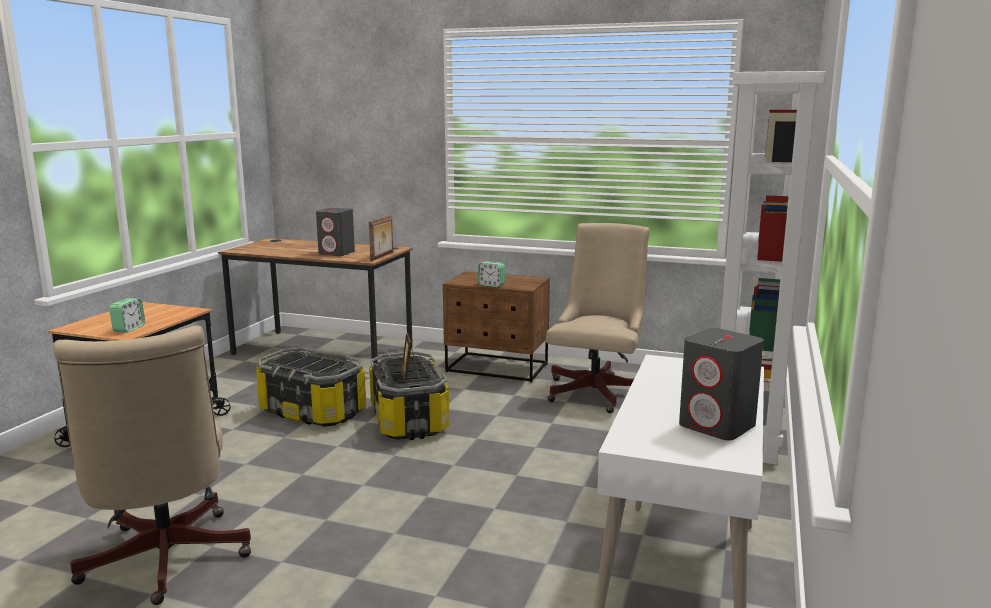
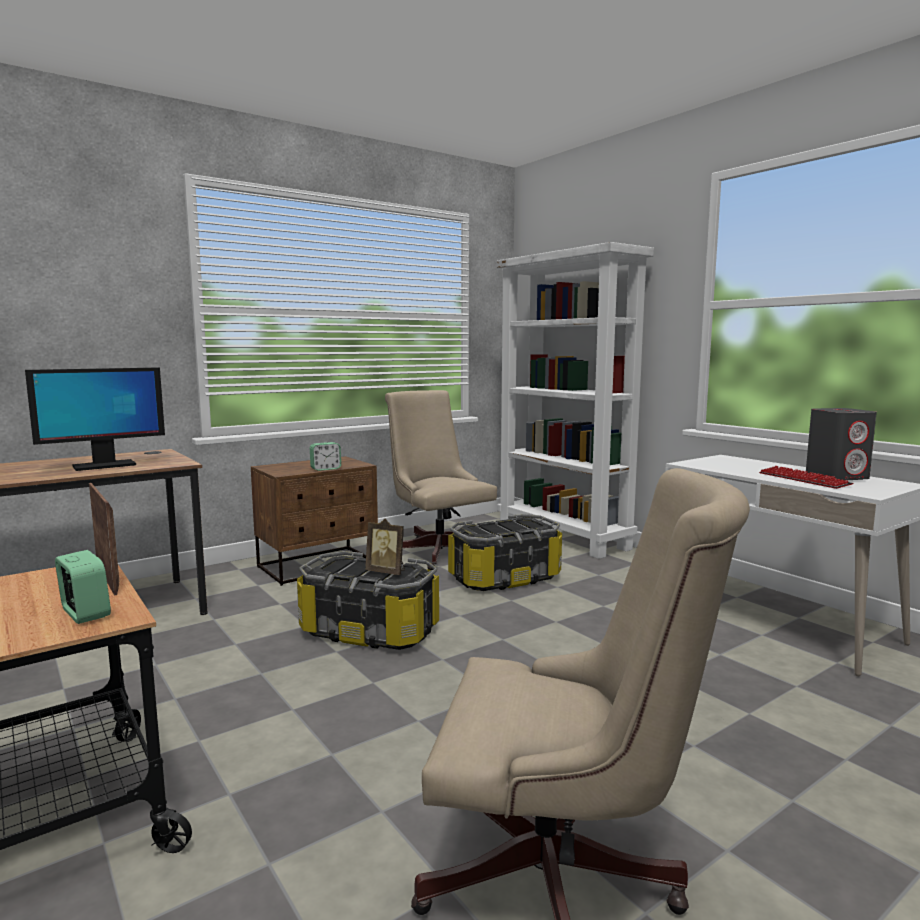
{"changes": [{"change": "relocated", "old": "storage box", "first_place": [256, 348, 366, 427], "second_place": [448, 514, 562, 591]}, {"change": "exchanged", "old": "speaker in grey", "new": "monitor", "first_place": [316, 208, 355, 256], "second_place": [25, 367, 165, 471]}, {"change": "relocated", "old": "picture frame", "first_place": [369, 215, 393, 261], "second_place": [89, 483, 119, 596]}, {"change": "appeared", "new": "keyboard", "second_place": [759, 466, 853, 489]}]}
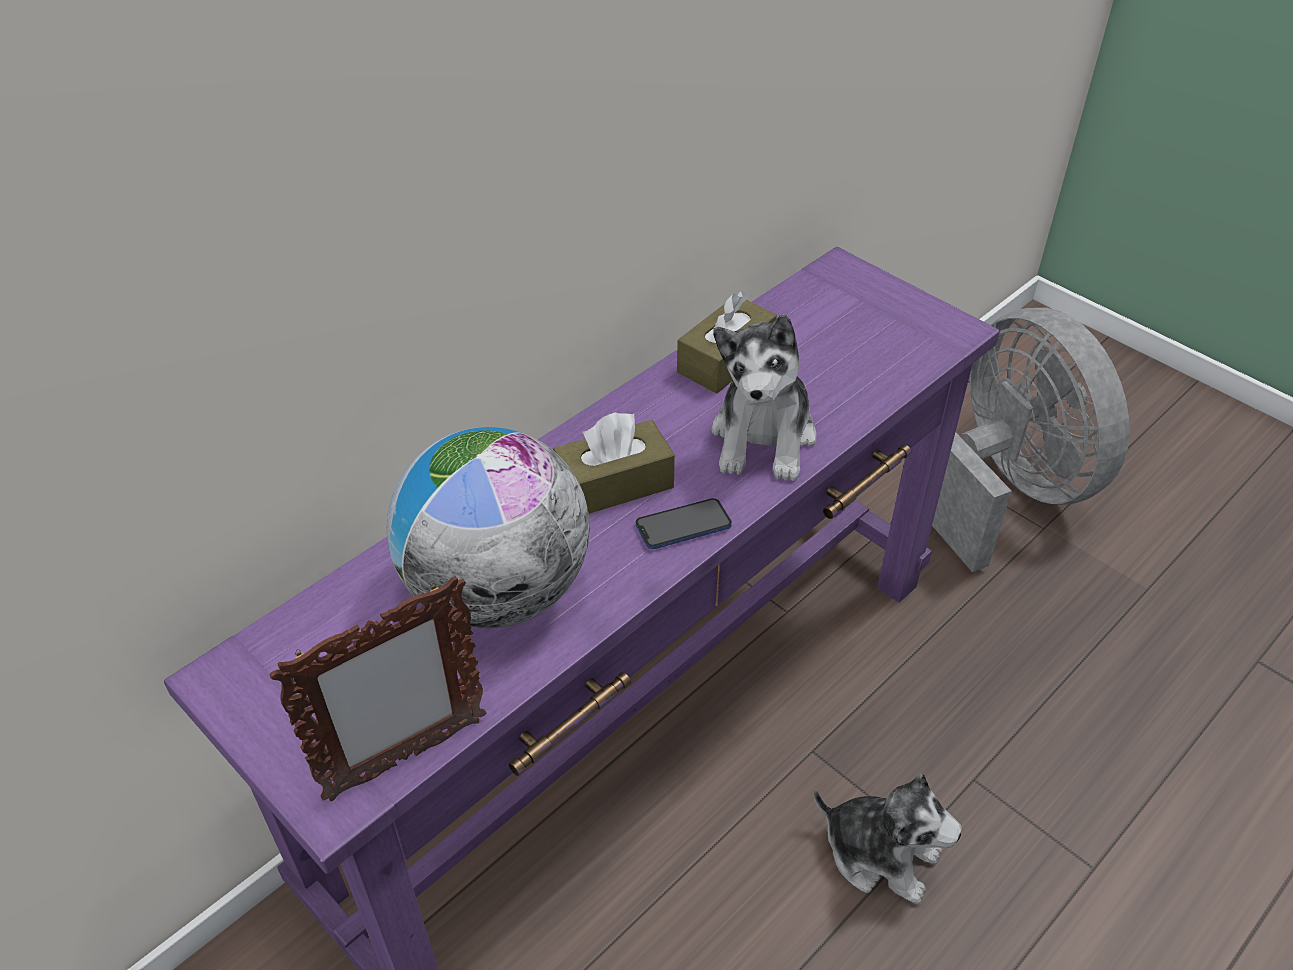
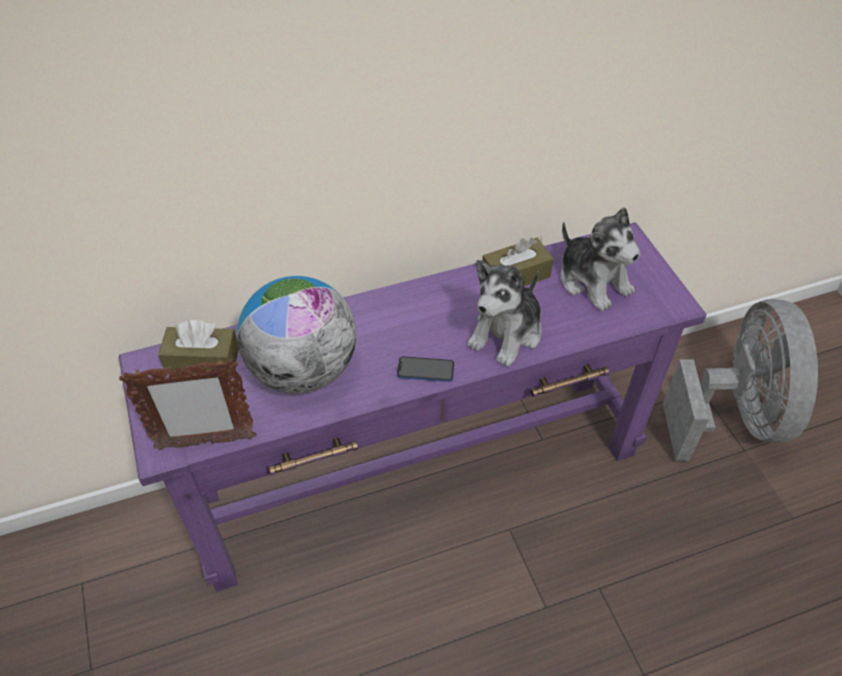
{"changes": [{"change": "relocated", "old": "tissue box in brown", "first_place": [553, 412, 675, 514], "second_place": [158, 320, 239, 375]}, {"change": "relocated", "old": "plush toy", "first_place": [814, 774, 962, 905], "second_place": [560, 207, 641, 311]}]}
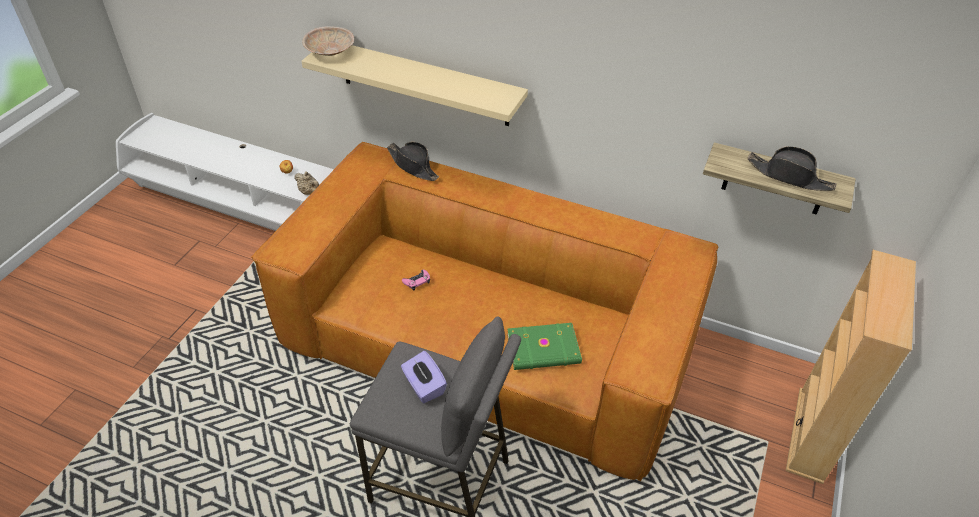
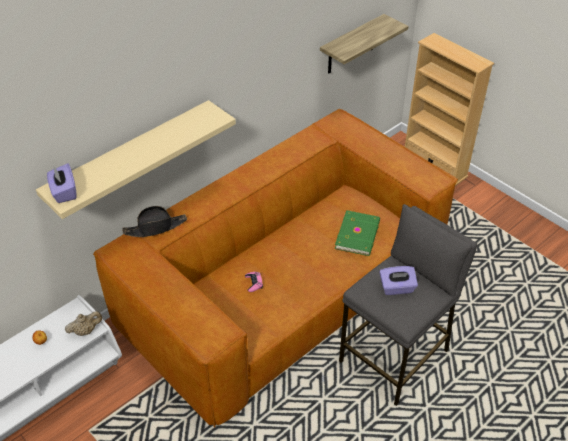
{"changes": [{"change": "exchanged", "old": "bowl in beige", "new": "tissue box in purple", "first_place": [303, 26, 354, 56], "second_place": [47, 163, 76, 203]}, {"change": "missing", "old": "hat in black", "first_place": [748, 146, 836, 191]}]}
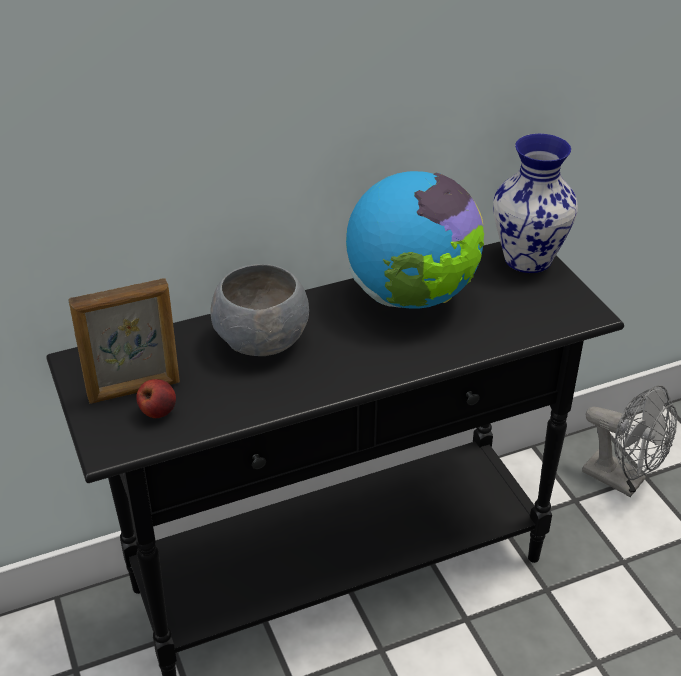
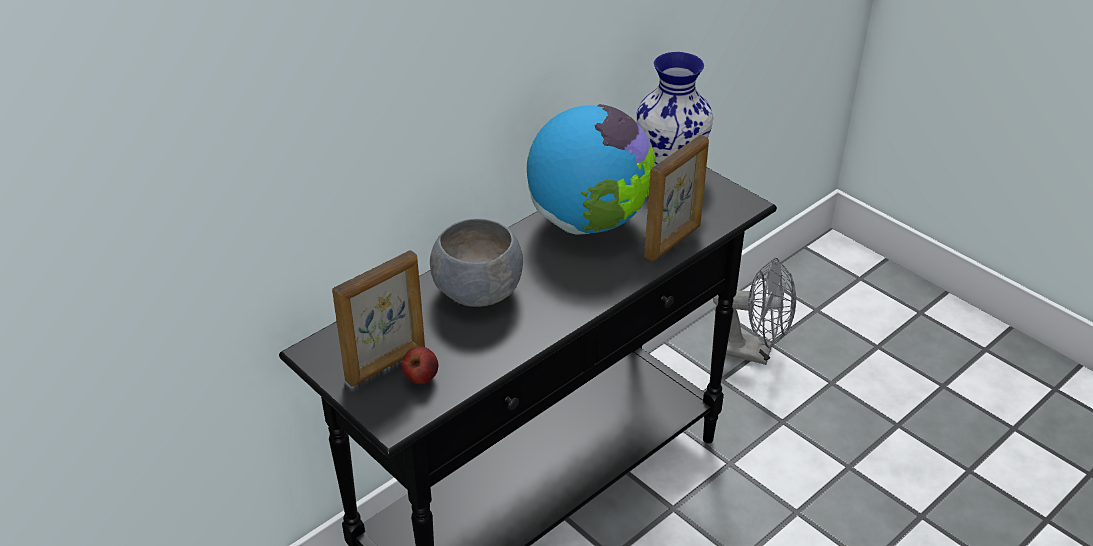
{"changes": [{"change": "appeared", "new": "picture frame", "second_place": [644, 135, 709, 262]}]}
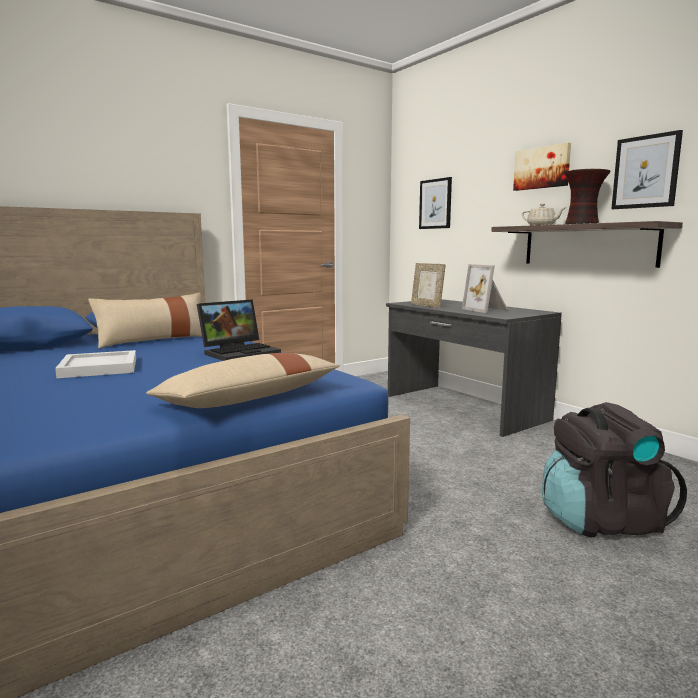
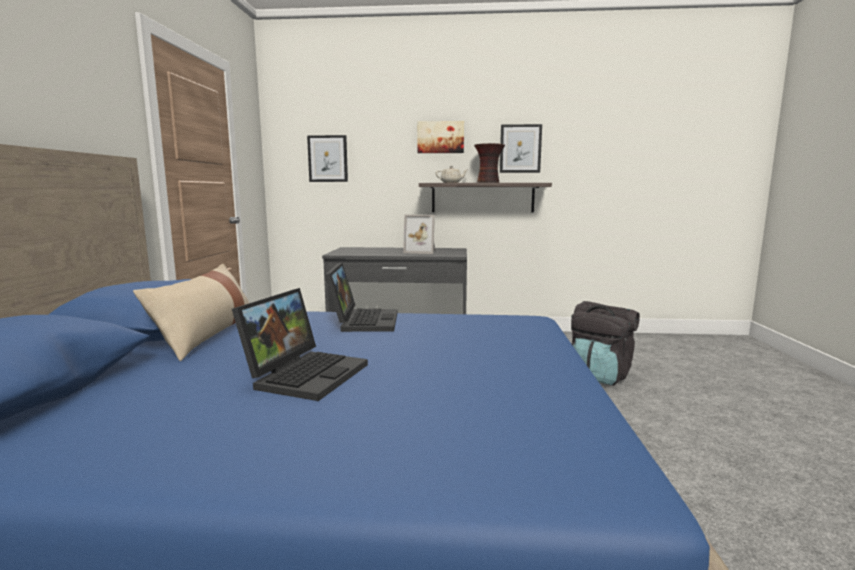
{"changes": [{"change": "exchanged", "old": "tray in white", "new": "laptop", "first_place": [55, 350, 136, 378], "second_place": [232, 288, 368, 401]}, {"change": "missing", "old": "pillow in beige", "first_place": [146, 353, 340, 408]}, {"change": "missing", "old": "picture frame", "first_place": [411, 263, 446, 308]}]}
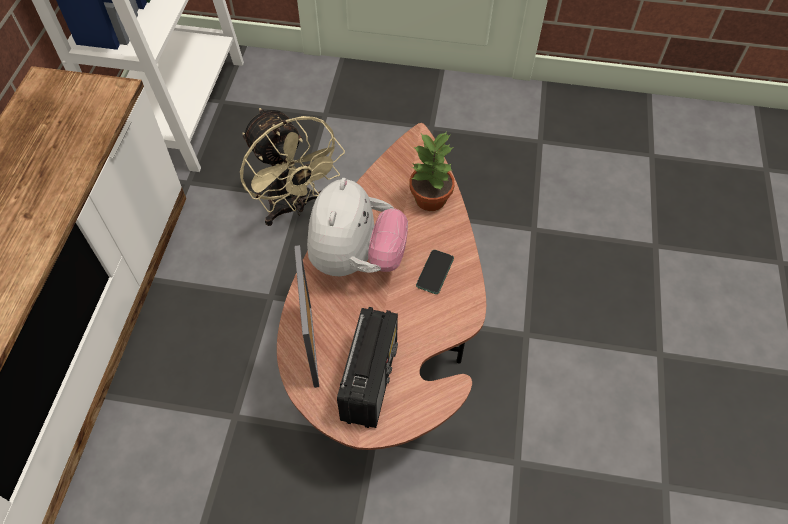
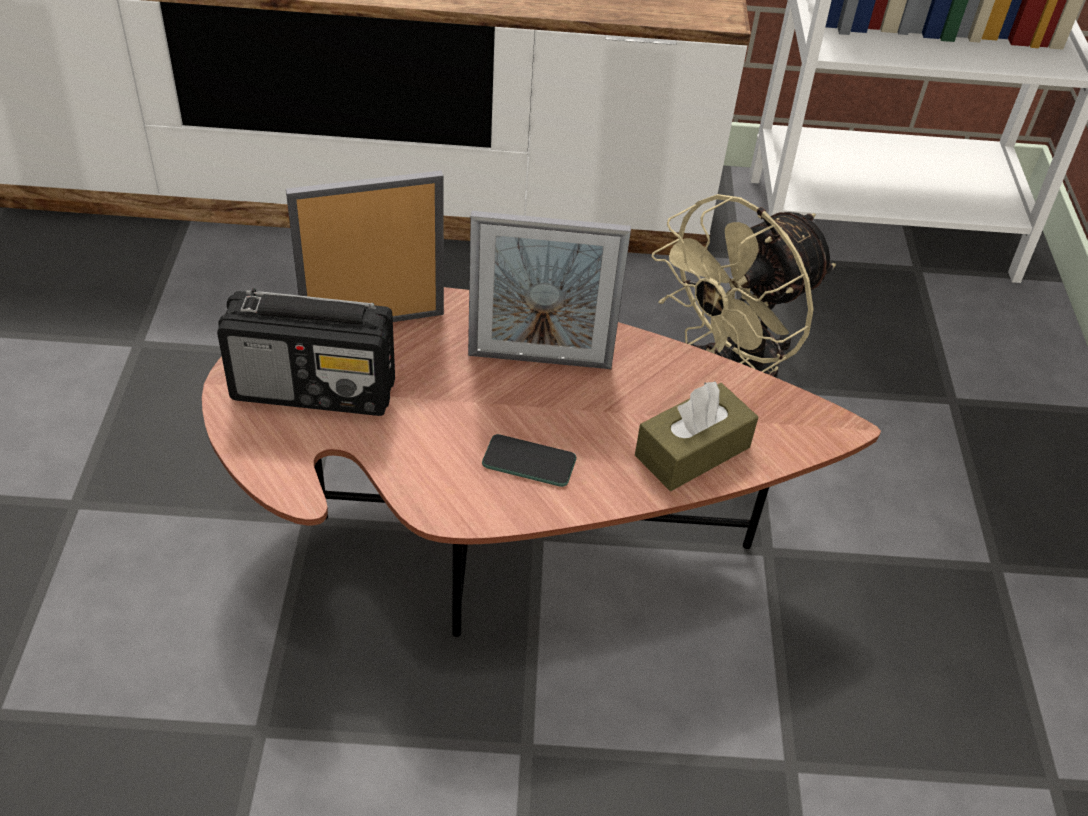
{"changes": [{"change": "exchanged", "old": "plush toy", "new": "picture frame", "first_place": [307, 178, 408, 276], "second_place": [468, 211, 631, 369]}, {"change": "exchanged", "old": "potted plant", "new": "tissue box in brown", "first_place": [409, 132, 455, 211], "second_place": [635, 381, 758, 491]}]}
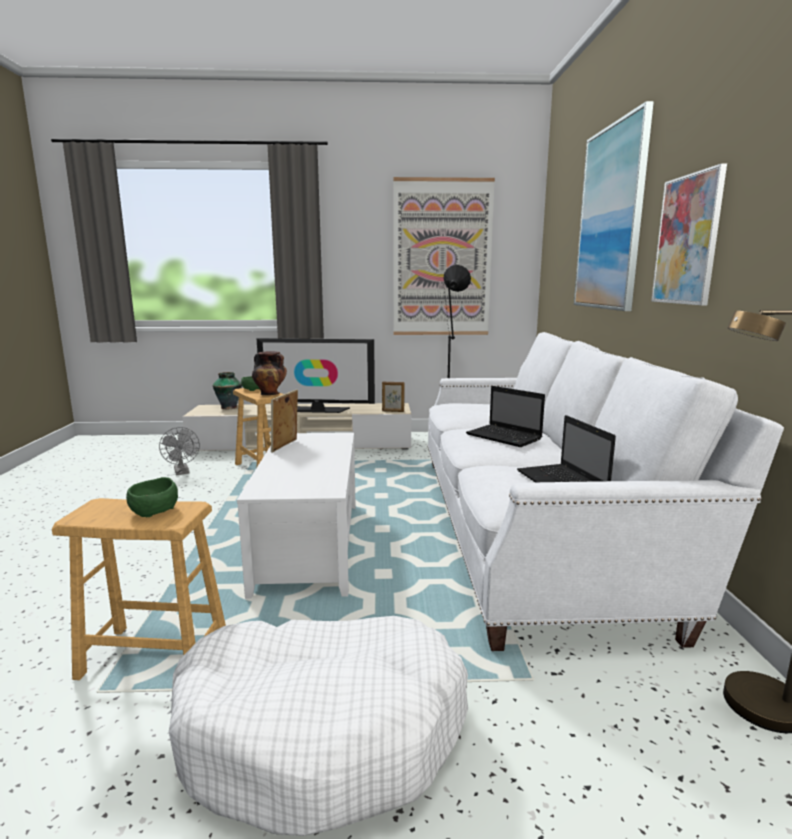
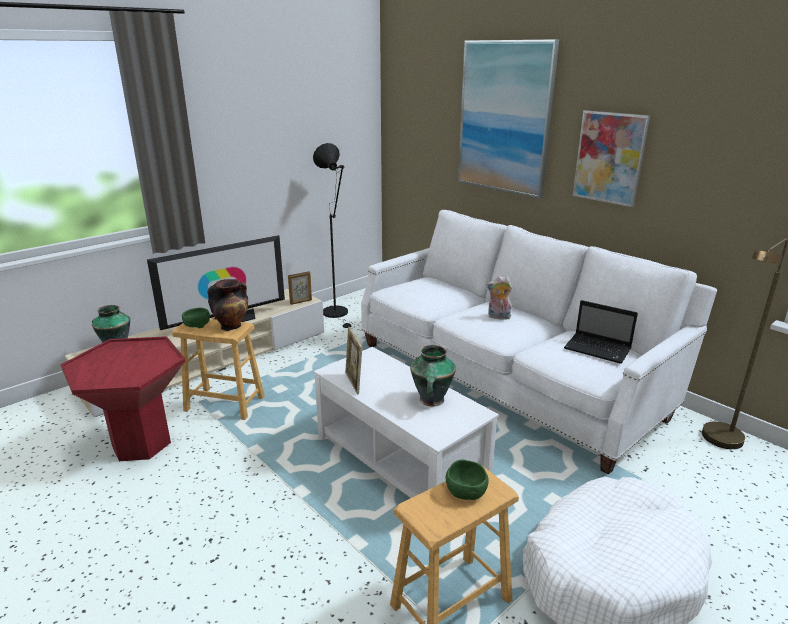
{"changes": [{"change": "exchanged", "old": "fan in grey", "new": "side table in red", "first_place": [159, 427, 200, 475], "second_place": [61, 336, 185, 461]}, {"change": "missing", "old": "picture", "first_place": [393, 177, 495, 335]}, {"change": "exchanged", "old": "laptop", "new": "plush toy", "first_place": [466, 386, 545, 447], "second_place": [486, 276, 512, 320]}, {"change": "appeared", "new": "vase", "second_place": [410, 345, 456, 407]}]}
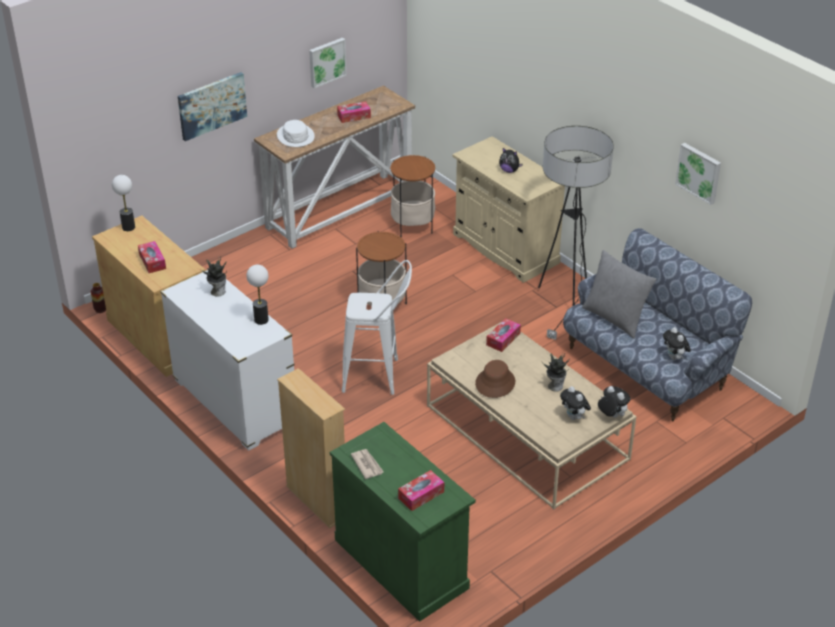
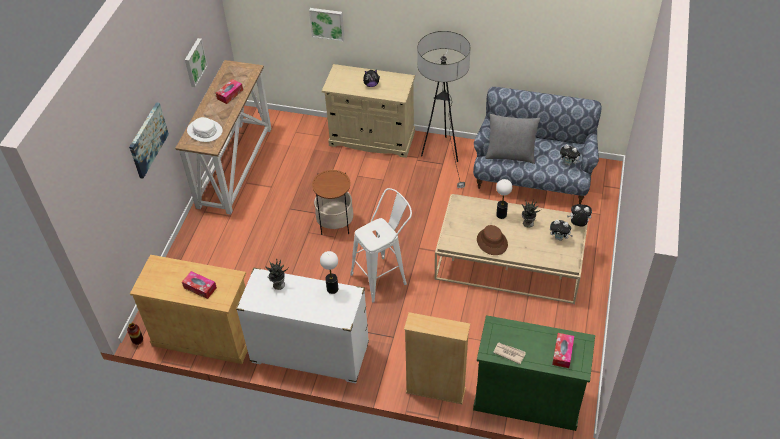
{"changes": [{"change": "relocated", "old": "table lamp", "first_place": [112, 175, 135, 231], "second_place": [496, 179, 512, 219]}, {"change": "missing", "old": "side table", "first_place": [390, 155, 435, 237]}, {"change": "missing", "old": "tissue box", "first_place": [486, 318, 521, 352]}, {"change": "relocated", "old": "picture", "first_place": [675, 143, 721, 205], "second_place": [309, 8, 345, 41]}]}
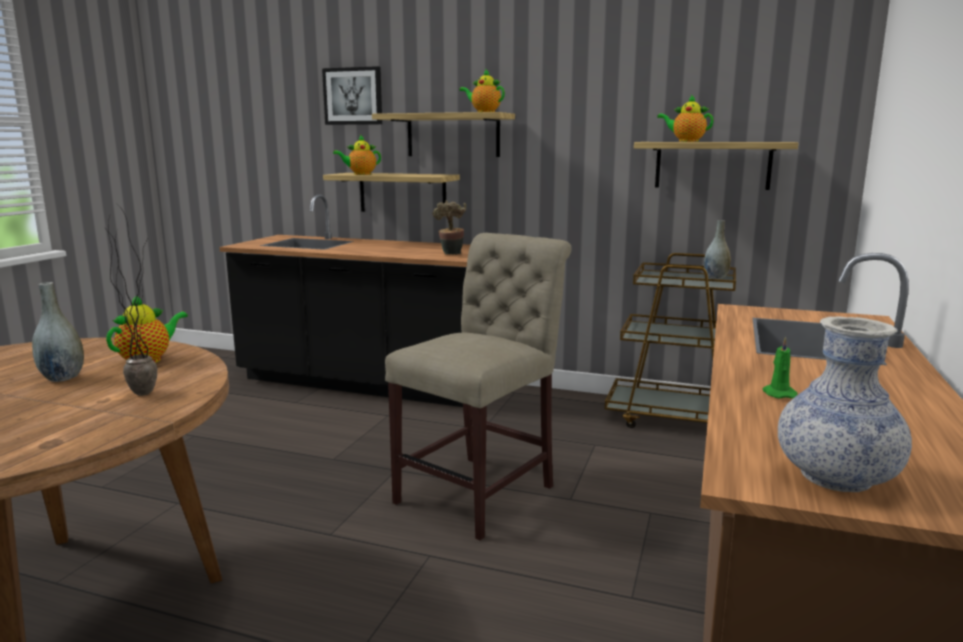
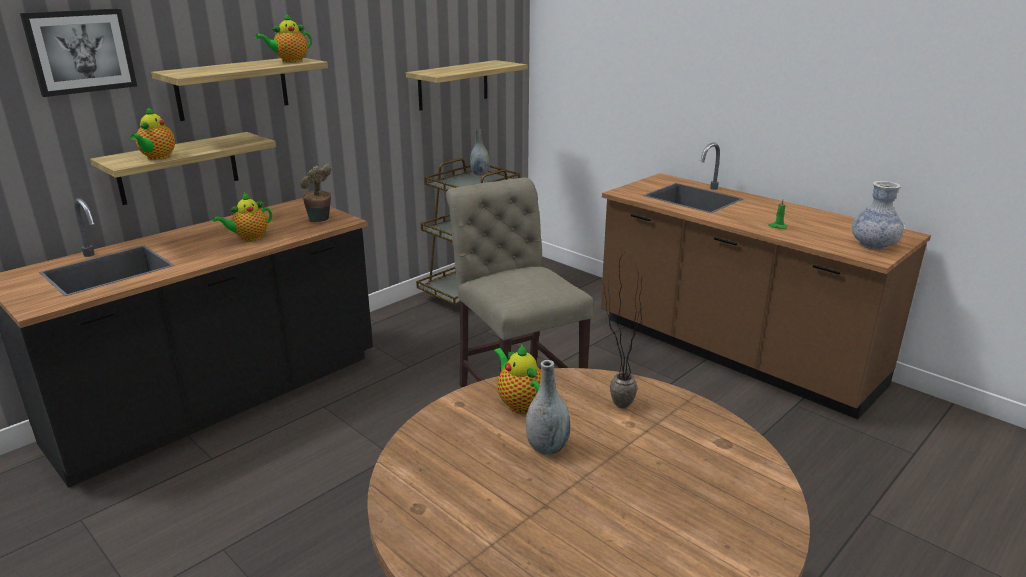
{"changes": [{"change": "relocated", "old": "teapot", "first_place": [657, 95, 714, 142], "second_place": [212, 192, 272, 241]}]}
